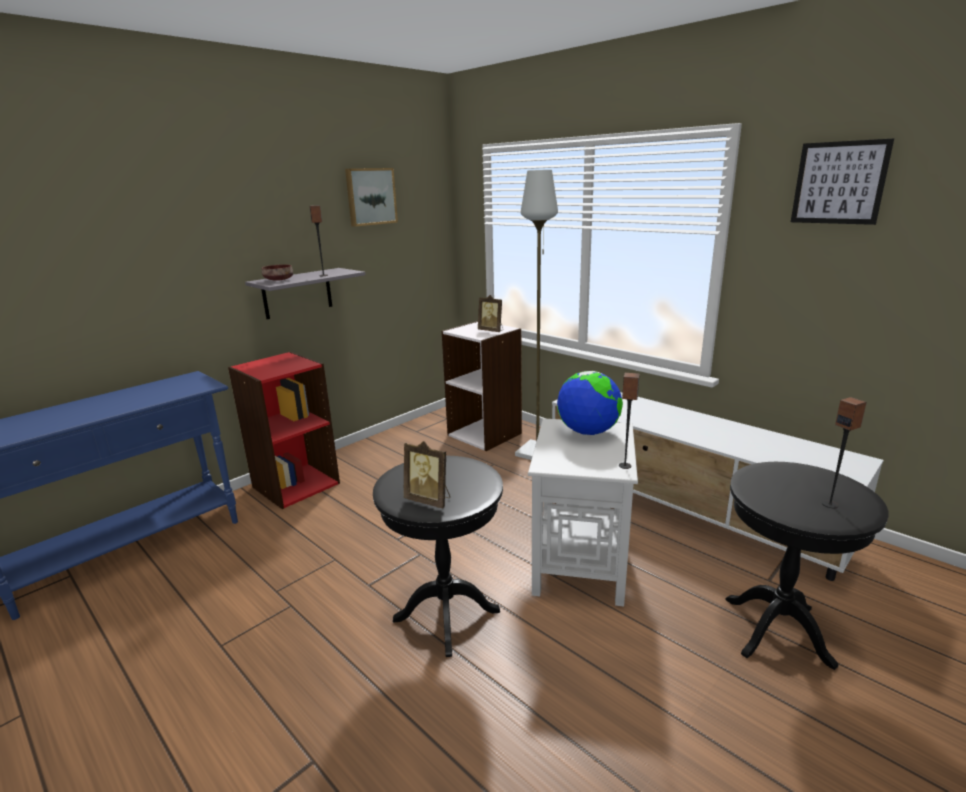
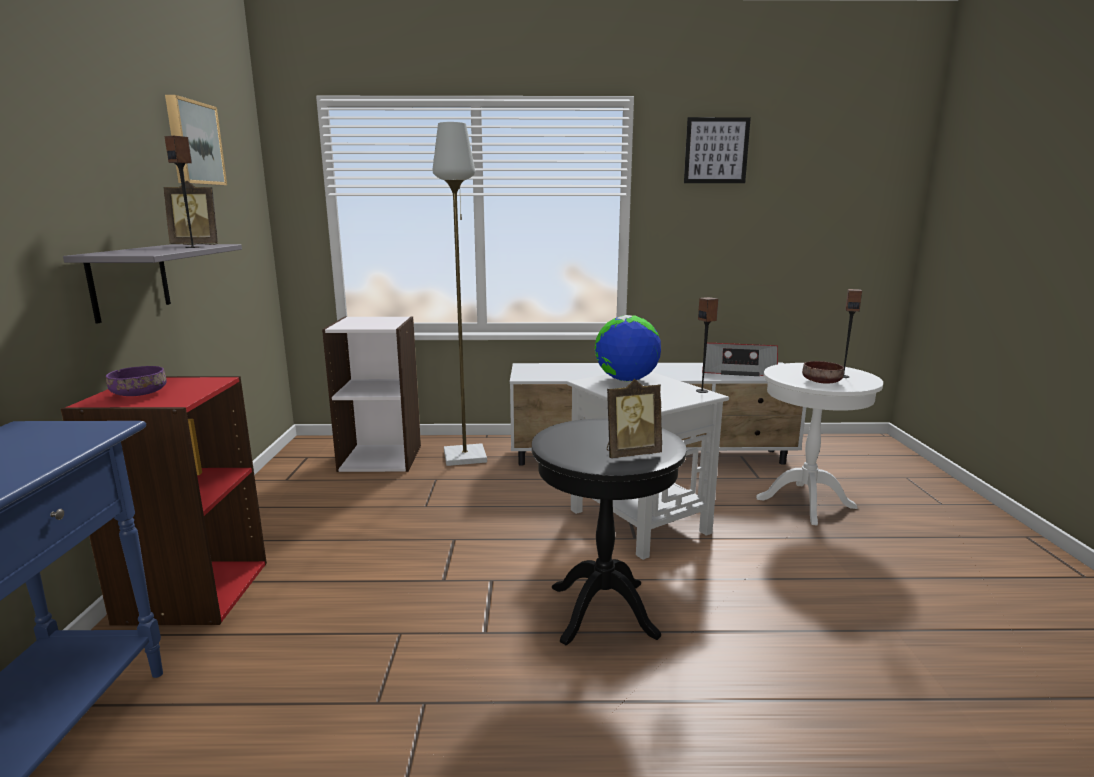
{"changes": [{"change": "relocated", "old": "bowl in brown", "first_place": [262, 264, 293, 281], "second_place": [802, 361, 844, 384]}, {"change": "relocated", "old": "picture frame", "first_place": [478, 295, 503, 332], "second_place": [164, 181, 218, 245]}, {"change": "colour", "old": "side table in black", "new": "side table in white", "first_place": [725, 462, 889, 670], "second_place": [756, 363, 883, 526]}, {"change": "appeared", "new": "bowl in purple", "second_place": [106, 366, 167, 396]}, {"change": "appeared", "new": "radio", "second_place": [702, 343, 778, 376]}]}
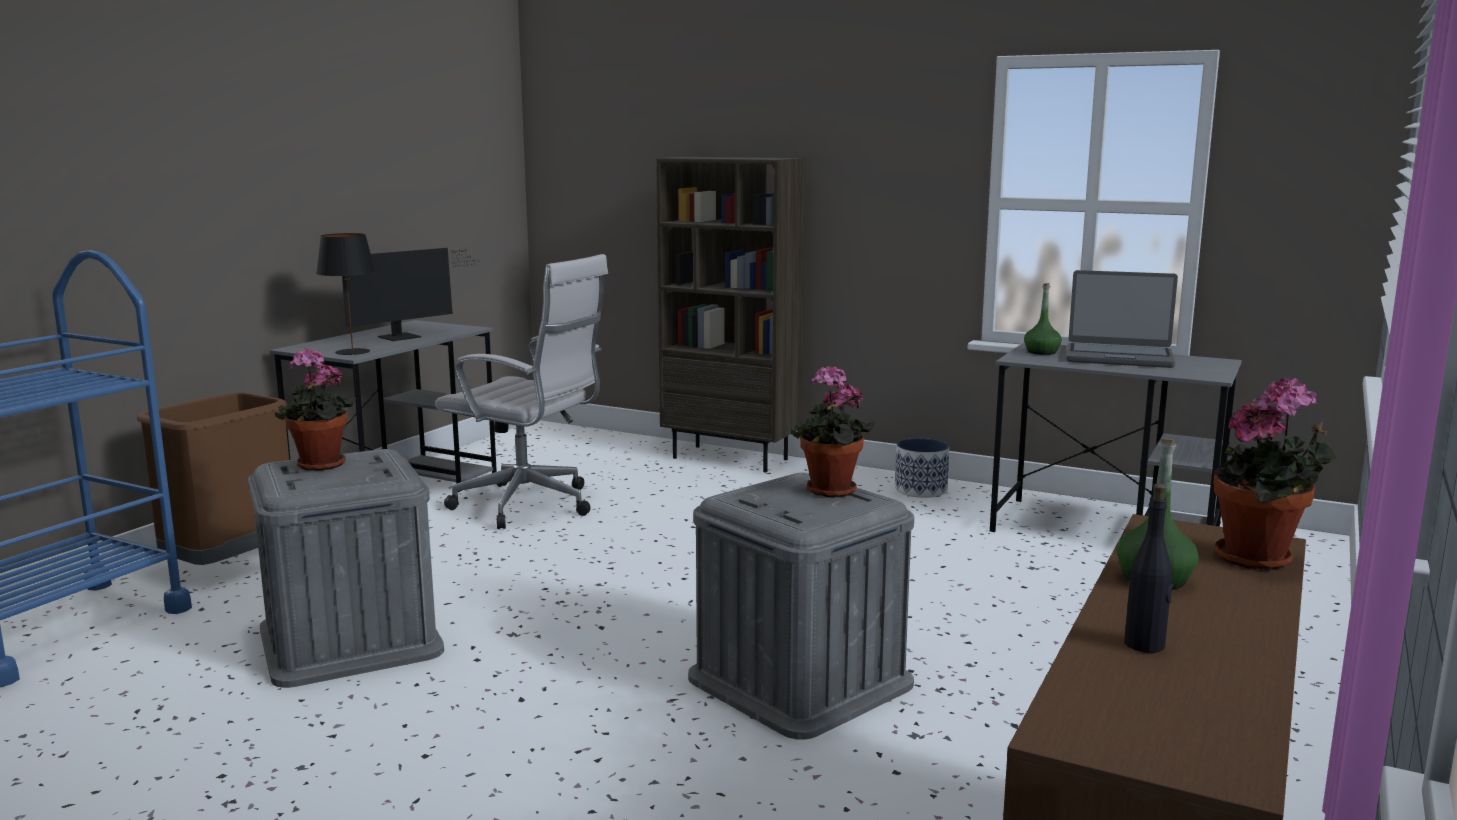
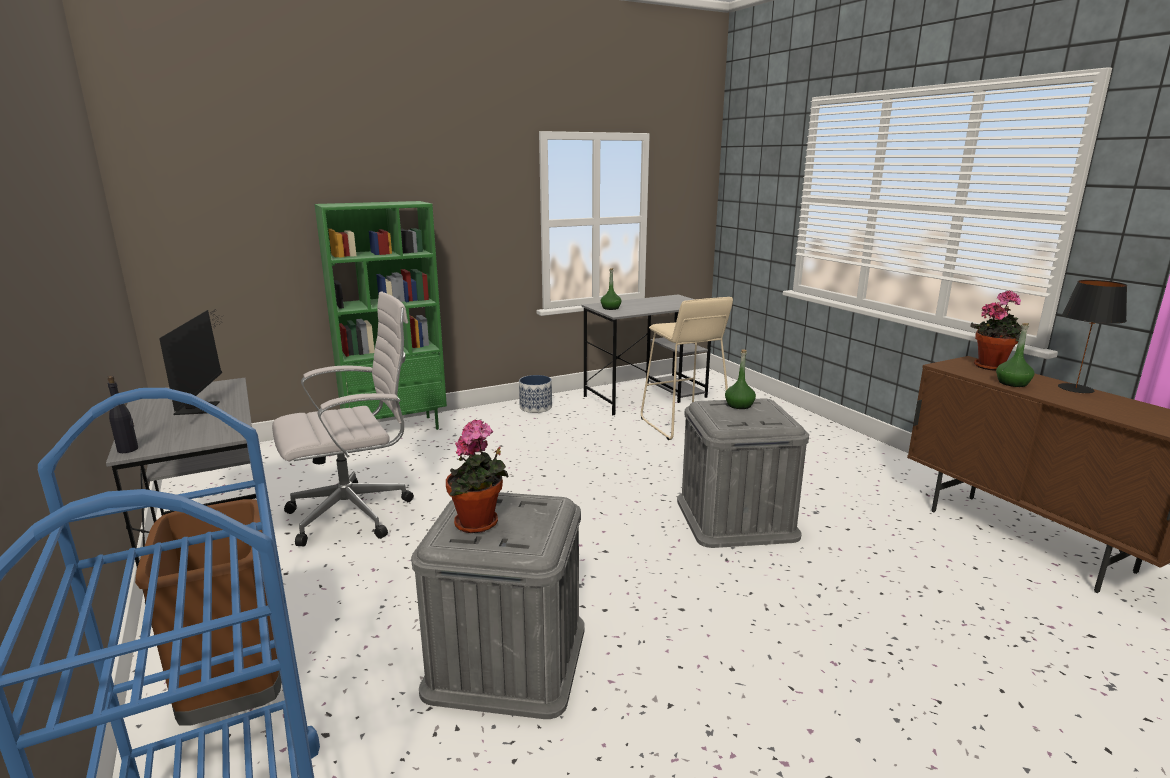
{"changes": [{"change": "relocated", "old": "table lamp in black", "first_place": [316, 233, 376, 355], "second_place": [1058, 280, 1127, 393]}, {"change": "colour", "old": "bookcase in brown", "new": "bookcase in green", "first_place": [656, 157, 806, 473], "second_place": [315, 201, 447, 430]}, {"change": "exchanged", "old": "potted plant", "new": "bottle in green", "first_place": [791, 366, 875, 498], "second_place": [725, 349, 756, 409]}, {"change": "missing", "old": "laptop", "first_place": [1066, 270, 1178, 368]}, {"change": "relocated", "old": "bottle in black", "first_place": [1124, 484, 1173, 653], "second_place": [107, 376, 138, 453]}, {"change": "appeared", "new": "stool in beige", "second_place": [641, 297, 733, 440]}]}
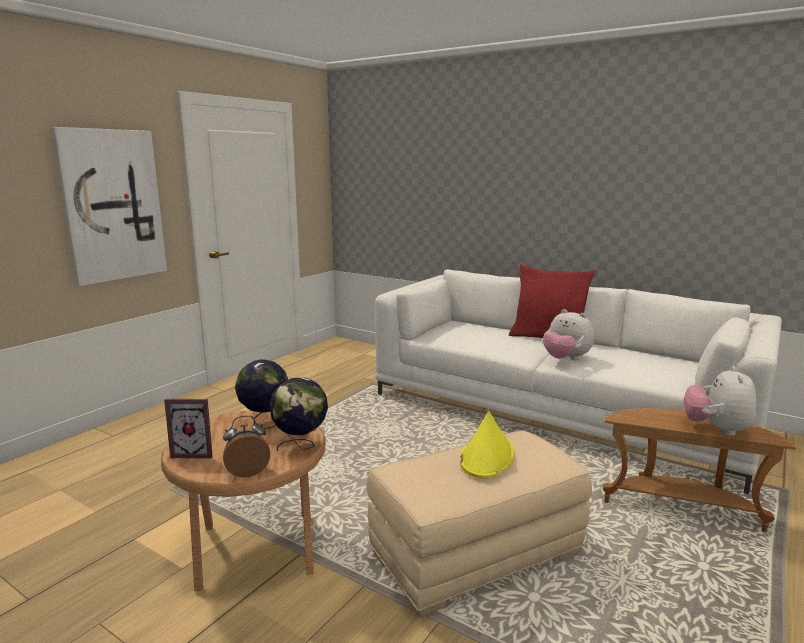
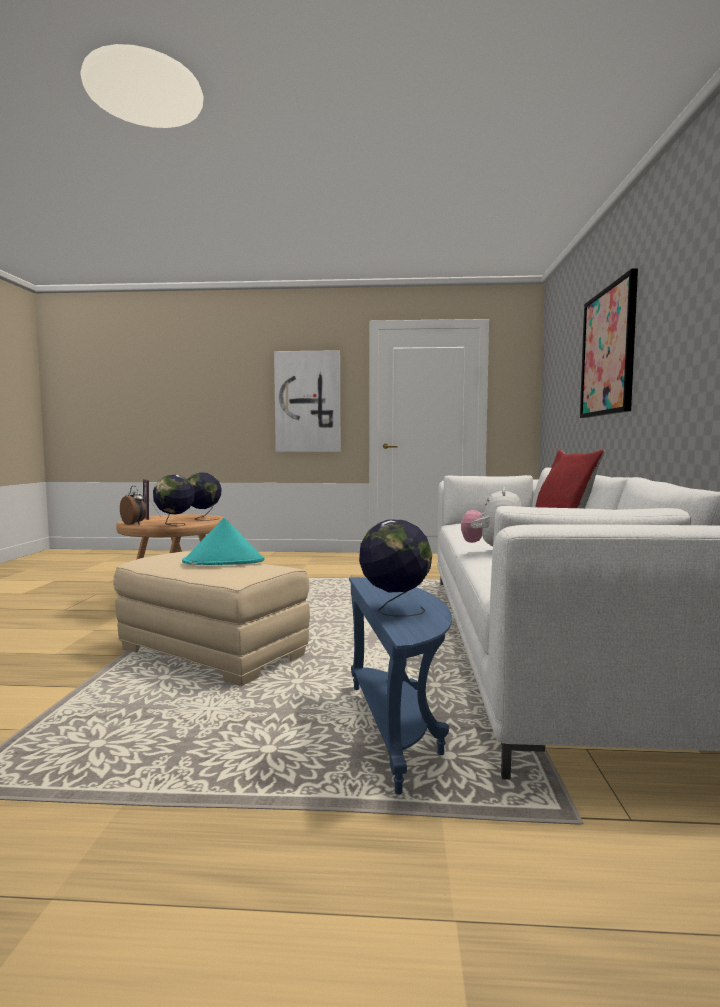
{"changes": [{"change": "colour", "old": "hat in yellow", "new": "hat in turquoise", "first_place": [460, 411, 514, 478], "second_place": [182, 518, 264, 565]}, {"change": "colour", "old": "side table in brown", "new": "side table in blue", "first_place": [603, 408, 796, 532], "second_place": [349, 577, 452, 795]}, {"change": "exchanged", "old": "plush toy", "new": "globe", "first_place": [683, 366, 757, 436], "second_place": [359, 519, 432, 617]}, {"change": "appeared", "new": "picture", "second_place": [580, 268, 638, 418]}]}
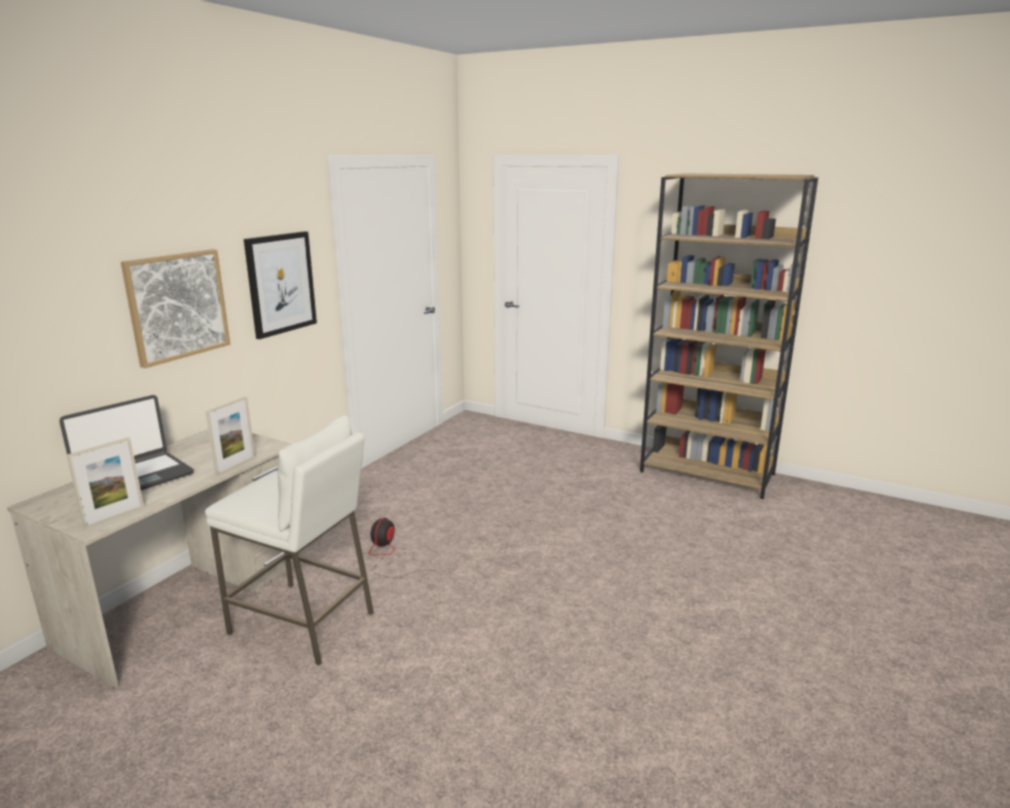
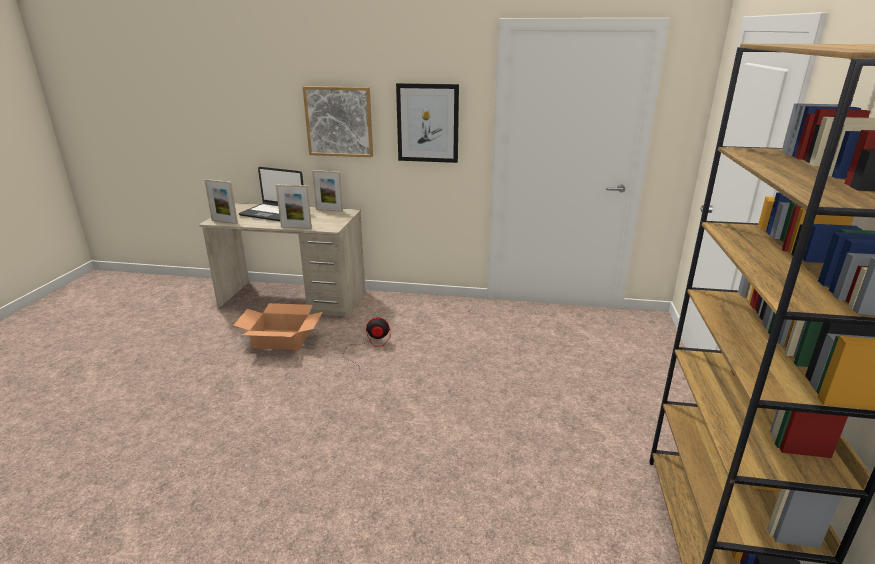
{"changes": [{"change": "exchanged", "old": "stool in white", "new": "cardboard box", "first_place": [205, 415, 374, 665], "second_place": [233, 303, 323, 350]}, {"change": "appeared", "new": "picture frame", "second_place": [312, 170, 343, 212]}]}
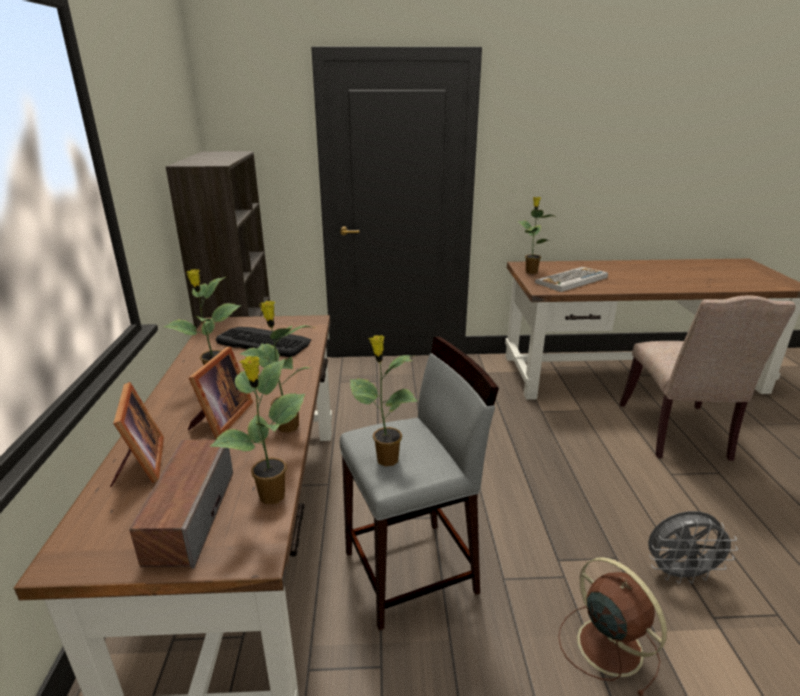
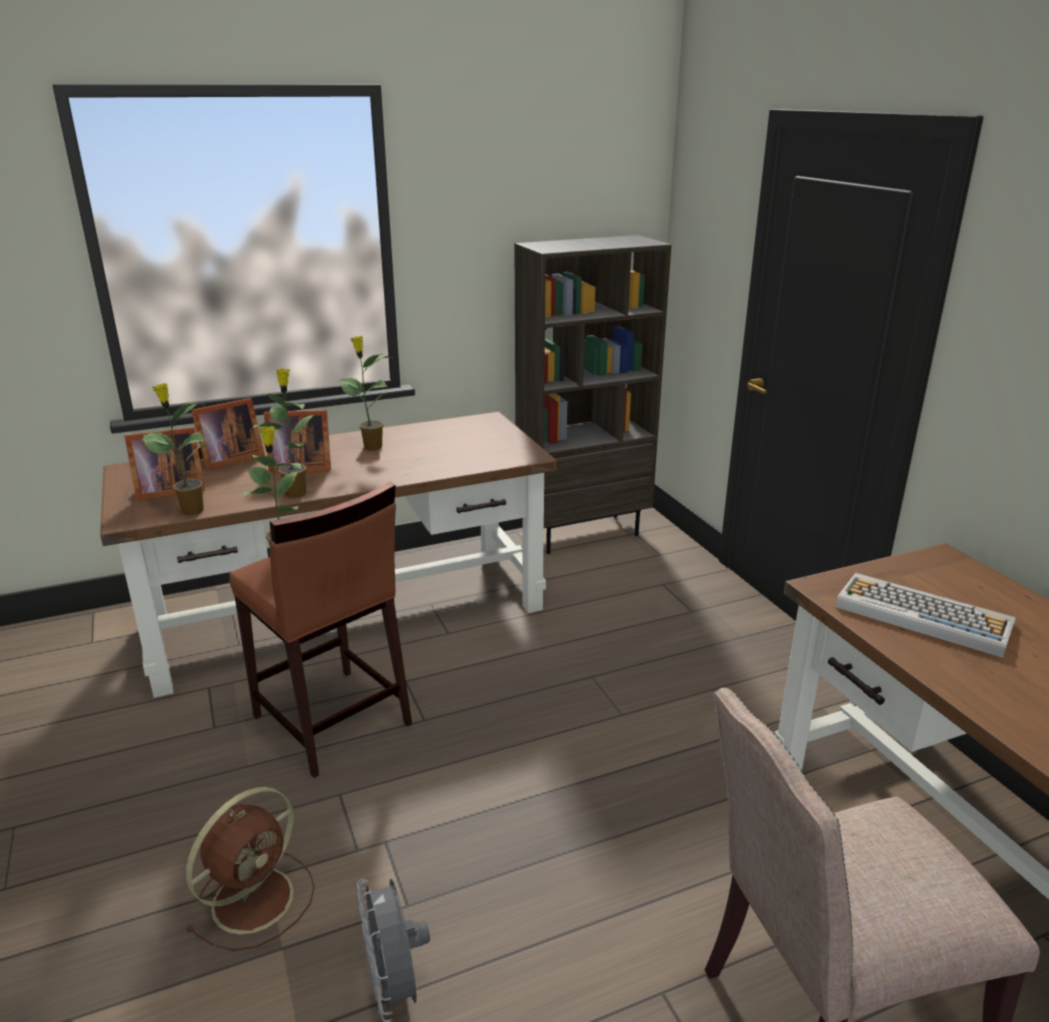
{"changes": [{"change": "exchanged", "old": "speaker", "new": "picture frame", "first_place": [129, 440, 233, 568], "second_place": [124, 427, 205, 500]}, {"change": "missing", "old": "keyboard", "first_place": [216, 327, 311, 357]}, {"change": "colour", "old": "stool in grey", "new": "stool in brown", "first_place": [340, 336, 499, 631], "second_place": [229, 481, 412, 778]}, {"change": "missing", "old": "potted plant", "first_place": [518, 197, 558, 274]}]}
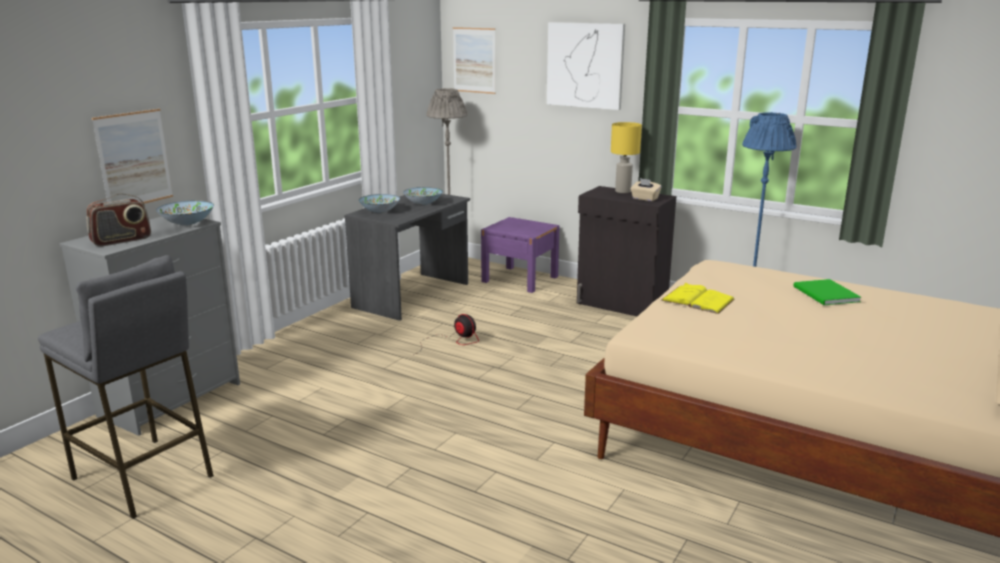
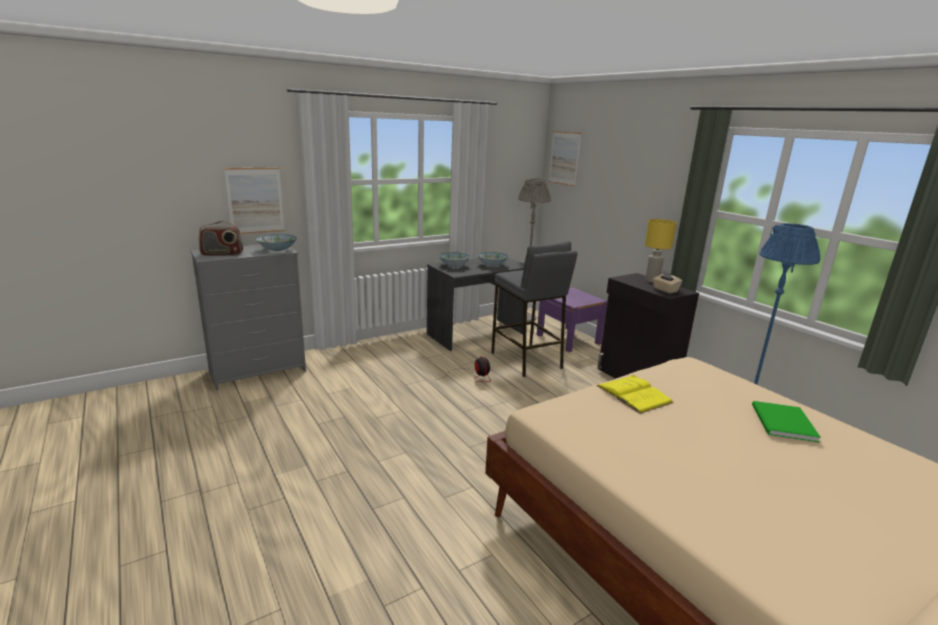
{"changes": [{"change": "relocated", "old": "stool in grey", "first_place": [38, 255, 214, 519], "second_place": [491, 241, 578, 377]}, {"change": "missing", "old": "picture", "first_place": [547, 22, 625, 110]}]}
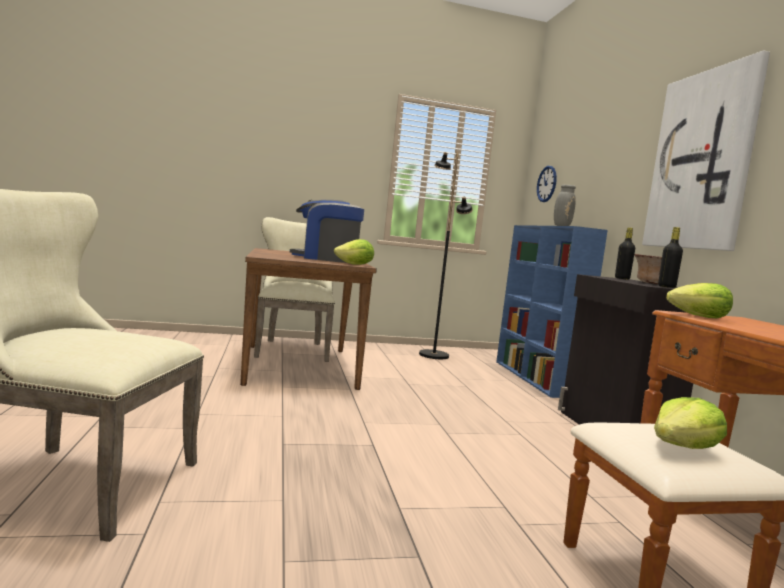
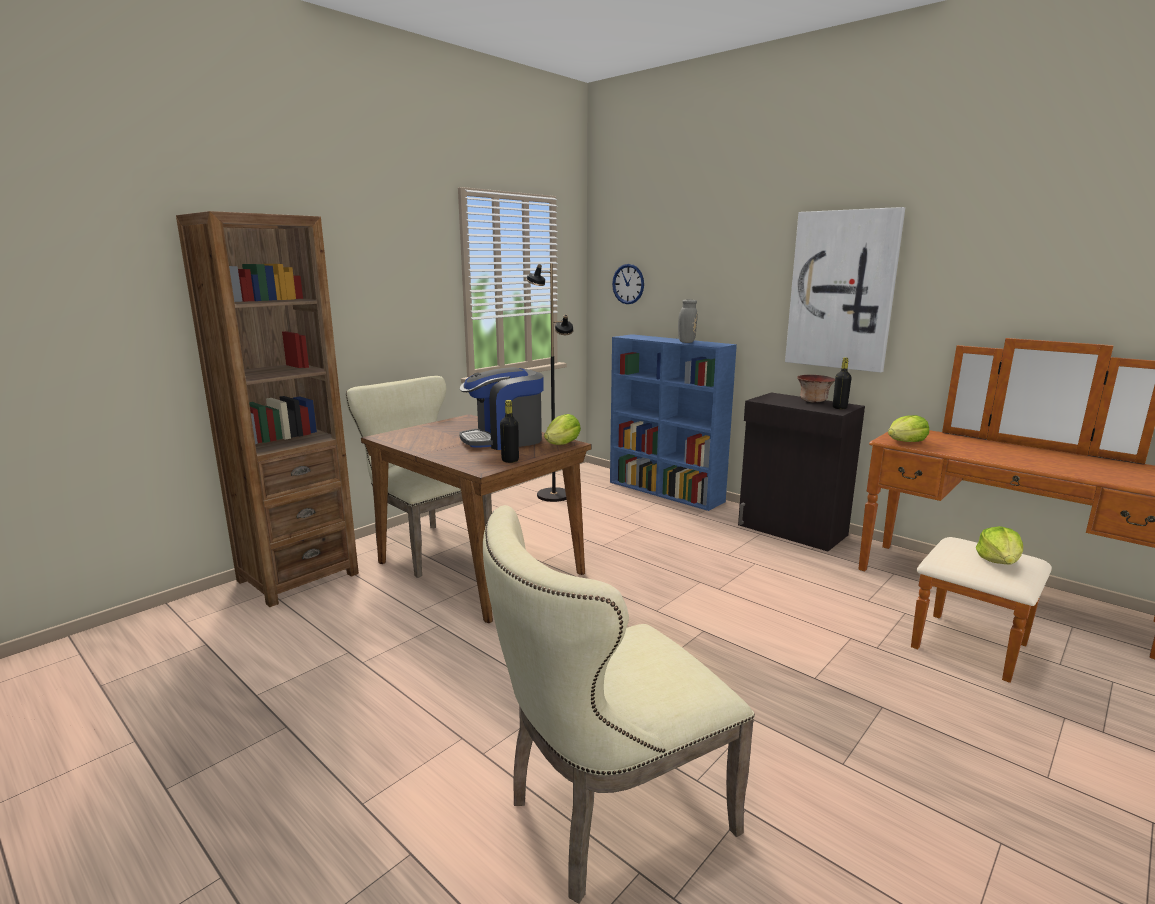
{"changes": [{"change": "relocated", "old": "bottle in black", "first_place": [615, 228, 635, 280], "second_place": [500, 400, 519, 463]}, {"change": "appeared", "new": "bookcase in brown", "second_place": [176, 211, 359, 607]}]}
